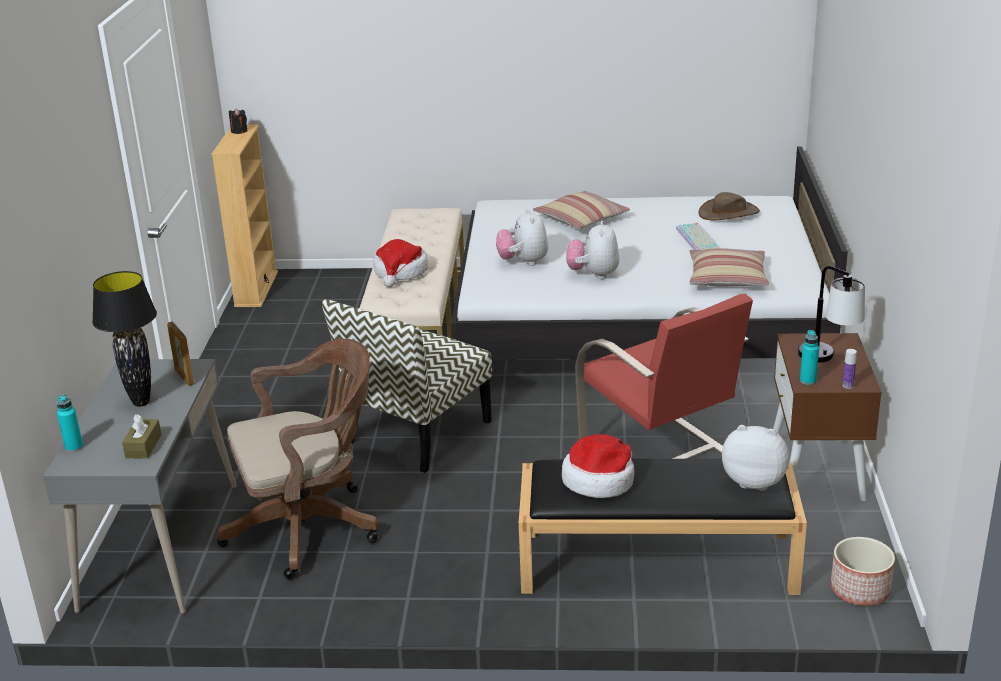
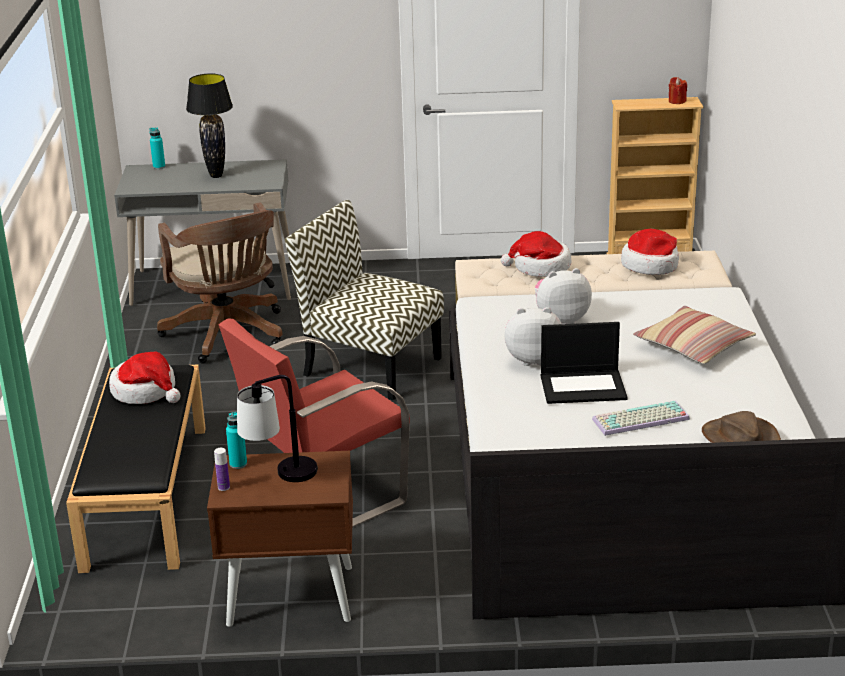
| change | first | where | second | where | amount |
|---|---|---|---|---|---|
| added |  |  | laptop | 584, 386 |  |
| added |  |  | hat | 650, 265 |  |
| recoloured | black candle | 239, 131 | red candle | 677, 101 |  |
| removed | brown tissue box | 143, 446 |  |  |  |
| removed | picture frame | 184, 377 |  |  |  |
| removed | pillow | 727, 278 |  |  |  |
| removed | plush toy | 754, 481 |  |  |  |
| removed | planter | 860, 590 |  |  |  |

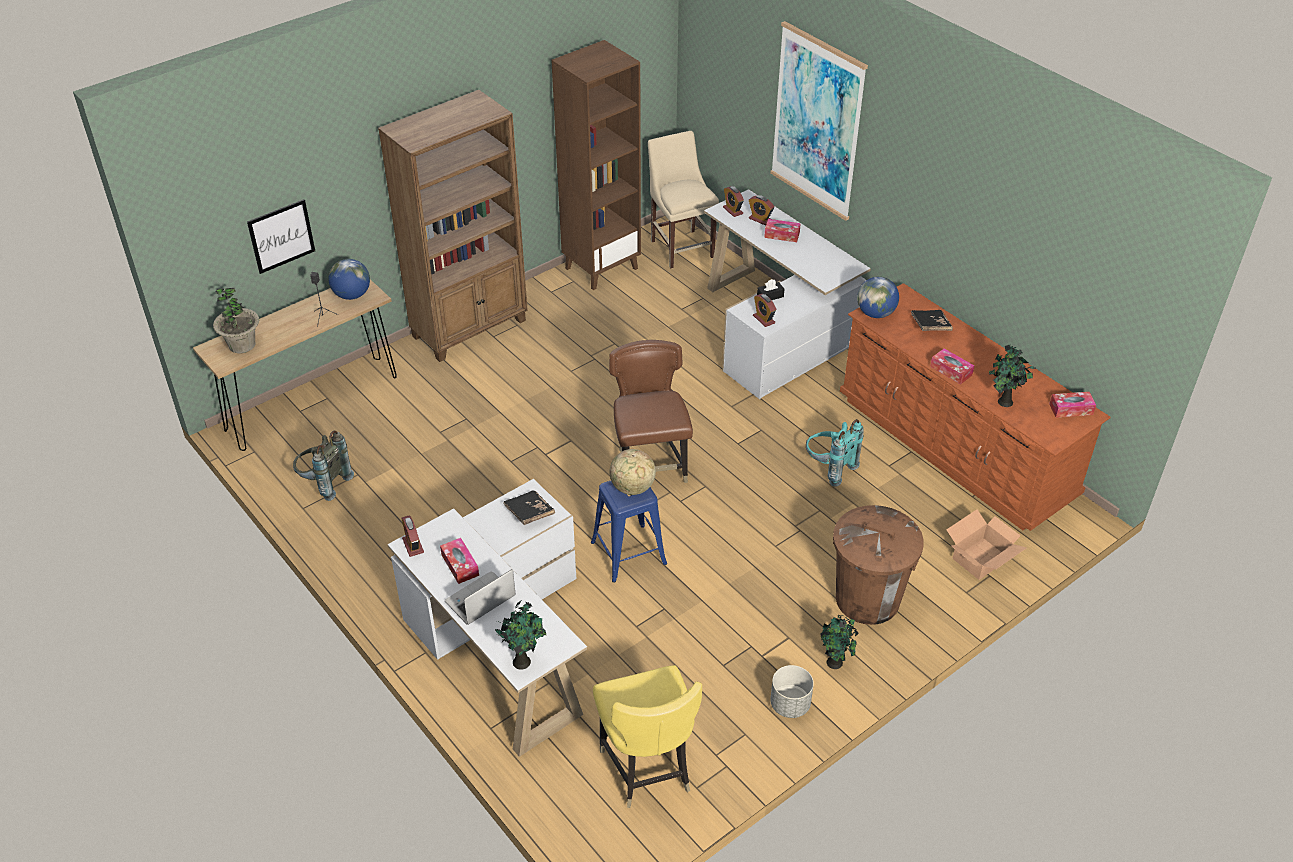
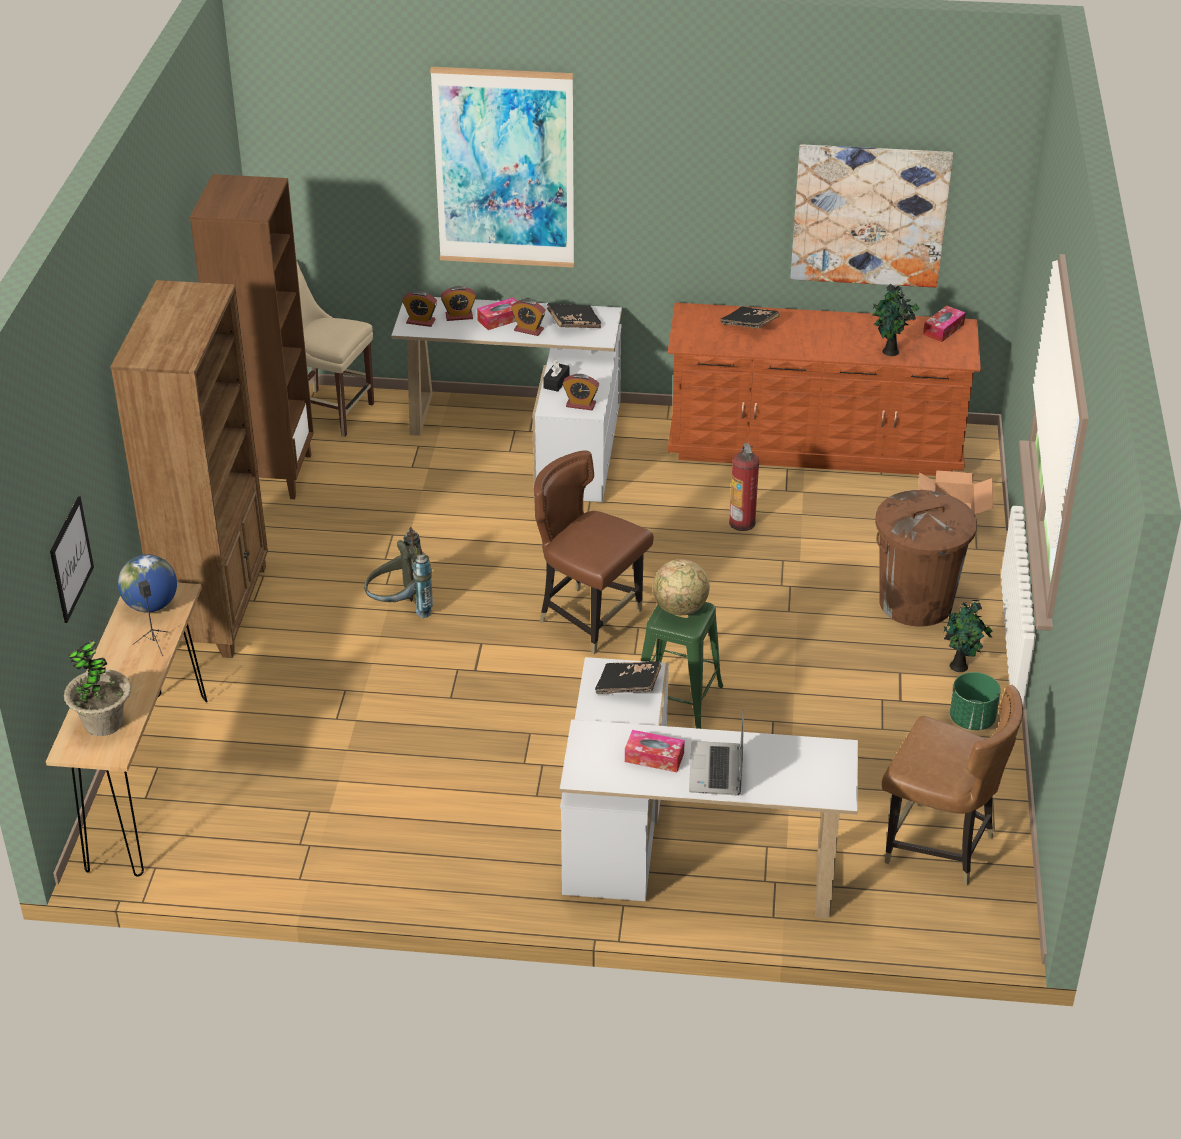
| change | first | where | second | where | amount |
|---|---|---|---|---|---|
| moved | grey backpack | 324, 483 |  | 400, 608 |  |
| moved | alarm clock | 413, 545 |  | 528, 330 |  |
| added |  |  | black book | 574, 324 |  |
| recoloured | blue stool | 628, 553 | green stool | 677, 699 |  |
| replaced | turquoise backpack | 829, 468 | fire extinguisher | 742, 523 |  |
| added |  |  | picture | 869, 215 |  |
| recoloured | yellow chair | 647, 768 | brown chair | 939, 846 |  |
| recoloured | grey planter | 789, 704 | green planter | 971, 720 |  |
| removed | potted plant | 523, 661 |  |  |  |
| removed | globe | 875, 313 |  |  |  |
| removed | tissue box | 951, 371 |  |  |  |

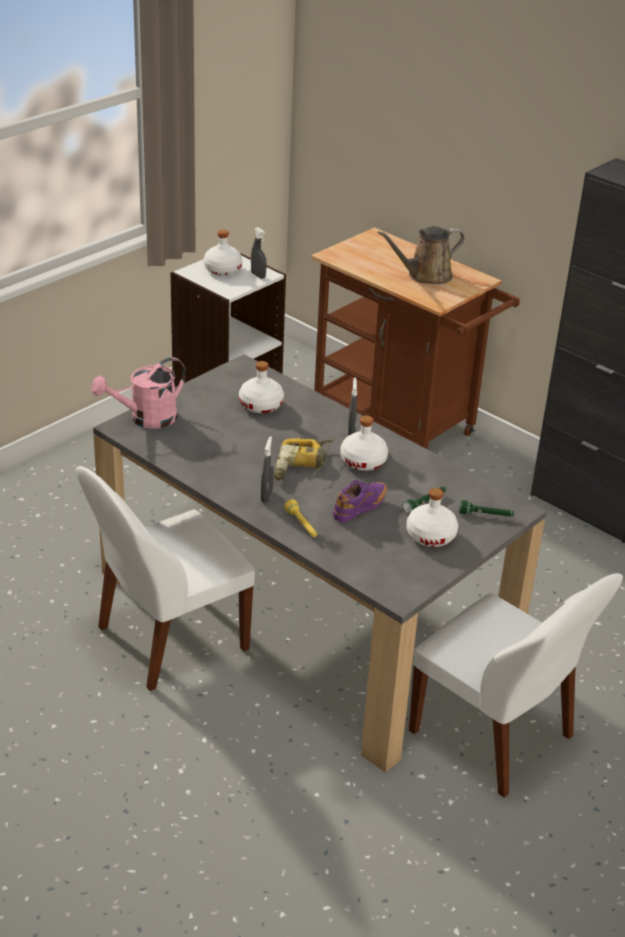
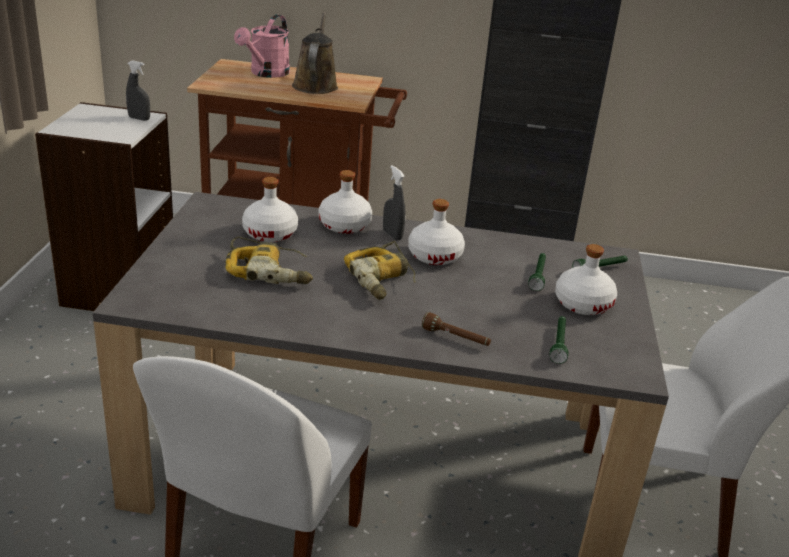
| change | first | where | second | where | amount |
|---|---|---|---|---|---|
| added |  |  | power drill | 270, 271 |  |
| moved | pink watering can | 146, 419 |  | 266, 73 |  |
| turned | brown watering can | 425, 276 |  | 315, 85 | 150 degrees clockwise |
| moved | white bottle | 222, 269 |  | 344, 225 |  |
| recoloured | yellow flashlight | 301, 525 | brown flashlight | 456, 338 |  |
| added |  |  | green flashlight | 559, 344 |  |
| removed | grey spray bottle | 266, 496 |  |  |  |
| removed | purple shoe | 360, 509 |  |  |  |

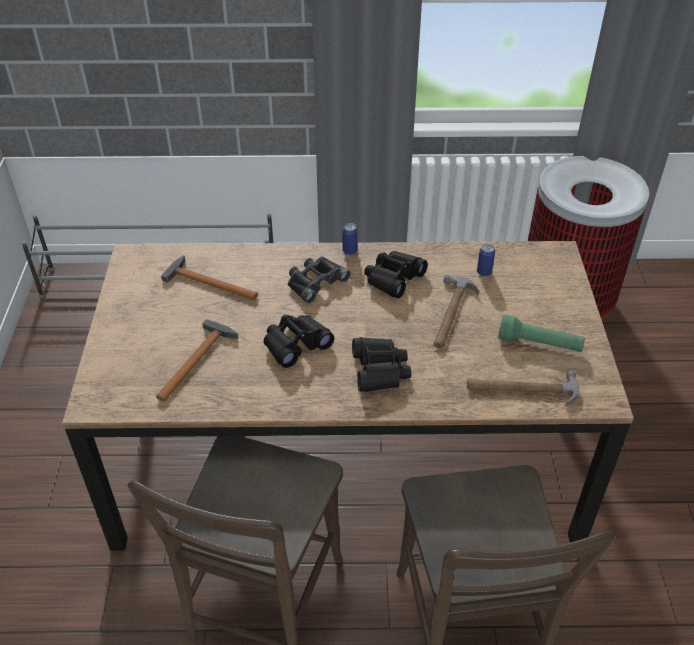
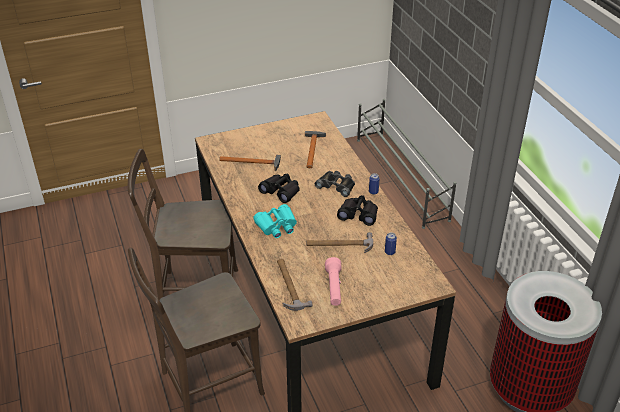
| change | first | where | second | where | amount |
|---|---|---|---|---|---|
| recoloured | black binoculars | 379, 370 | turquoise binoculars | 277, 226 |  |
| recoloured | green flashlight | 539, 344 | pink flashlight | 334, 288 |  |

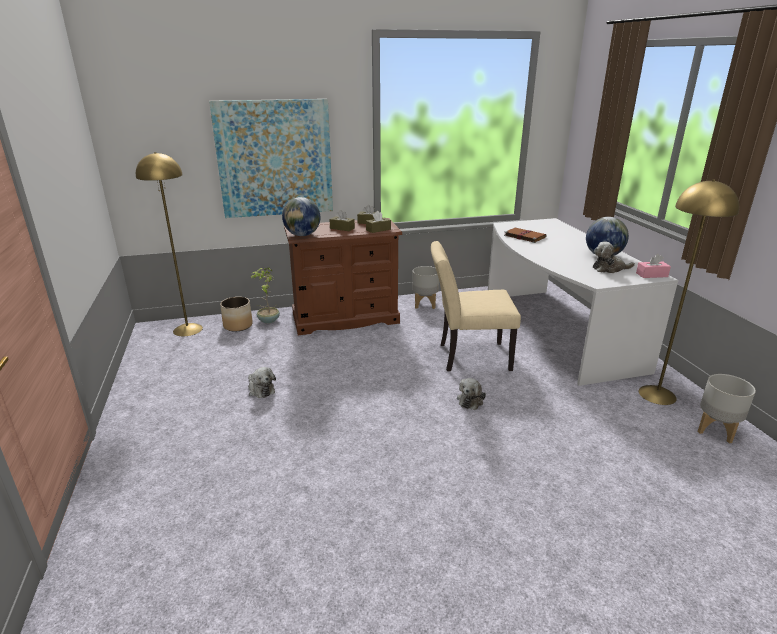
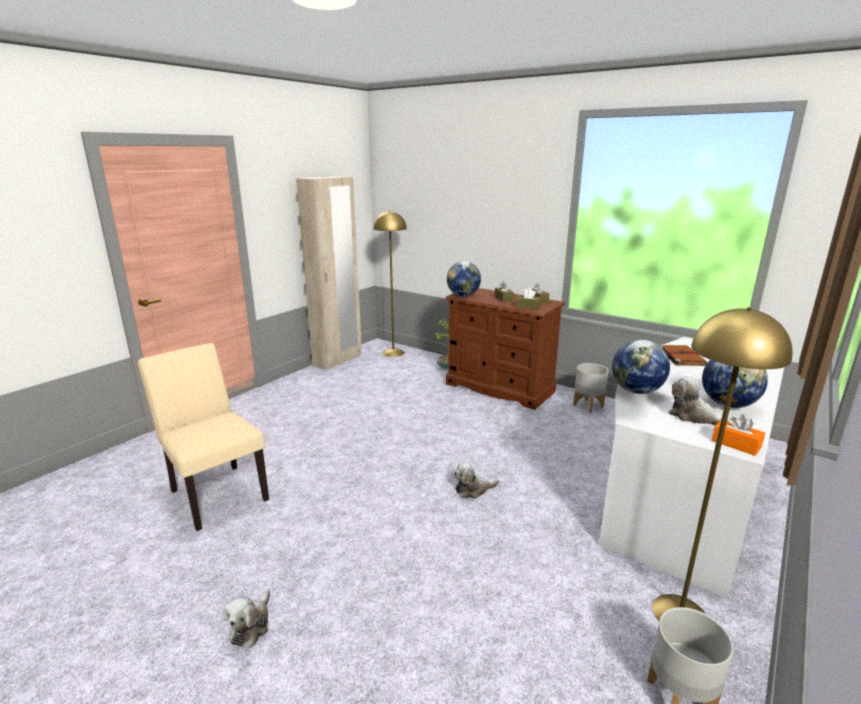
| change | first | where | second | where | amount |
|---|---|---|---|---|---|
| moved | beige chair | 468, 357 |  | 216, 491 |  |
| moved | plush toy | 260, 389 |  | 251, 625 |  |
| added |  |  | beige wardrobe | 338, 360 |  |
| added |  |  | globe | 636, 391 |  |
| recoloured | pink tissue box | 651, 275 | orange tissue box | 736, 444 |  |
| removed | picture | 275, 159 |  |  |  |
| removed | planter | 238, 325 |  |  |  |

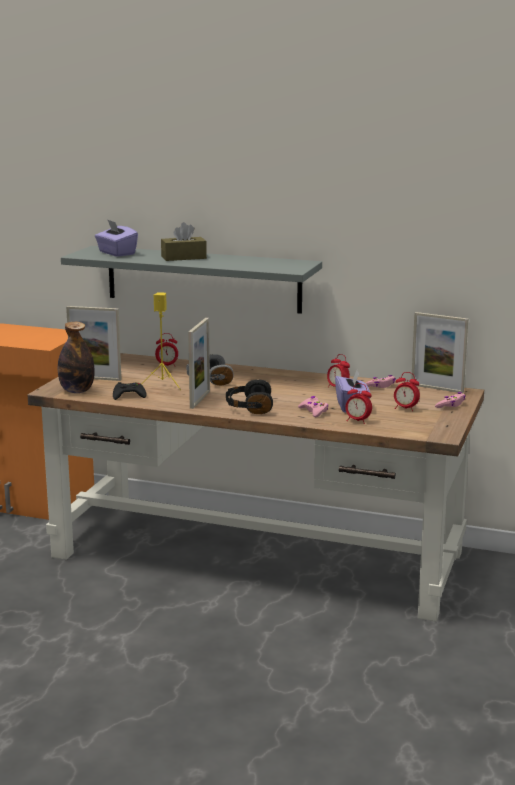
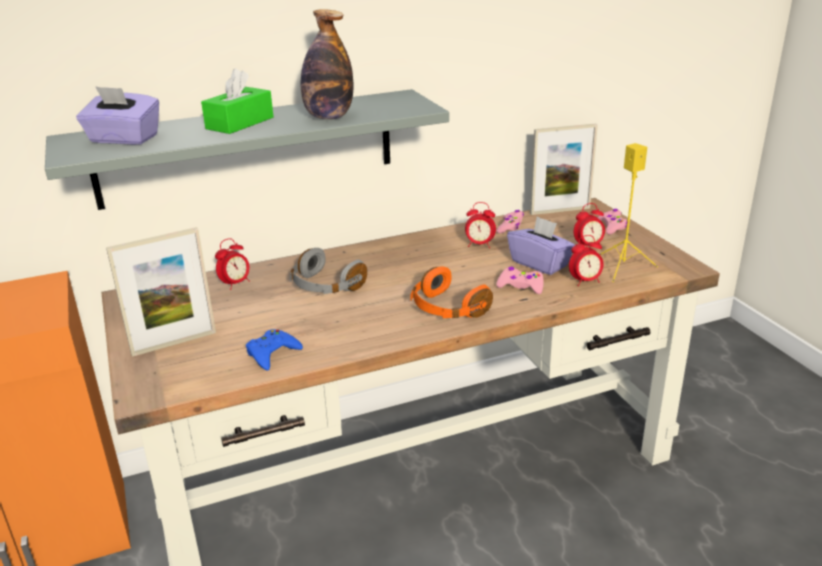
| change | first | where | second | where | amount |
|---|---|---|---|---|---|
| recoloured | brown tissue box | 183, 257 | green tissue box | 240, 123 |  |
| recoloured | black game controller | 129, 395 | blue game controller | 272, 353 |  |
| moved | bottle | 77, 391 |  | 328, 117 |  |
| recoloured | black headphones | 248, 407 | orange headphones | 447, 309 |  |
| moved | yellow speaker | 163, 384 |  | 623, 267 |  |
| removed | picture frame | 200, 399 |  |  |  |

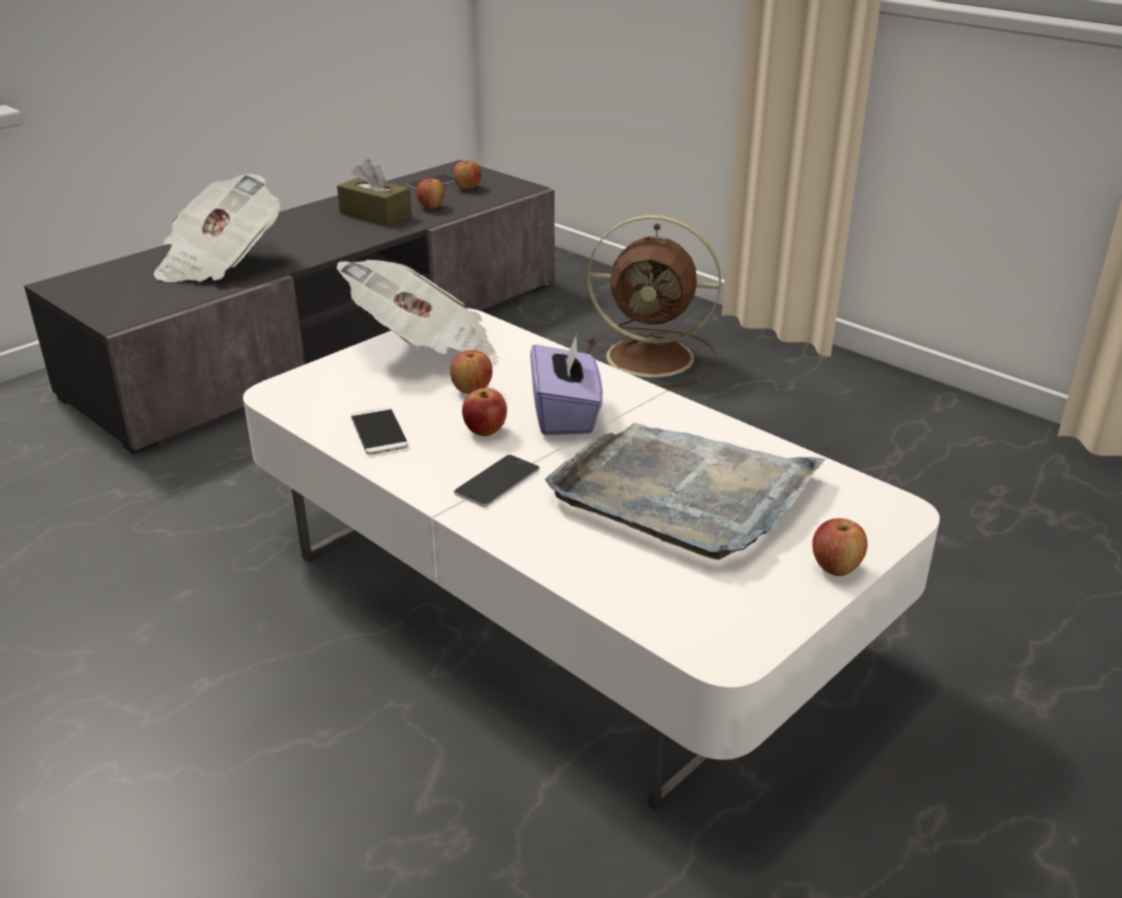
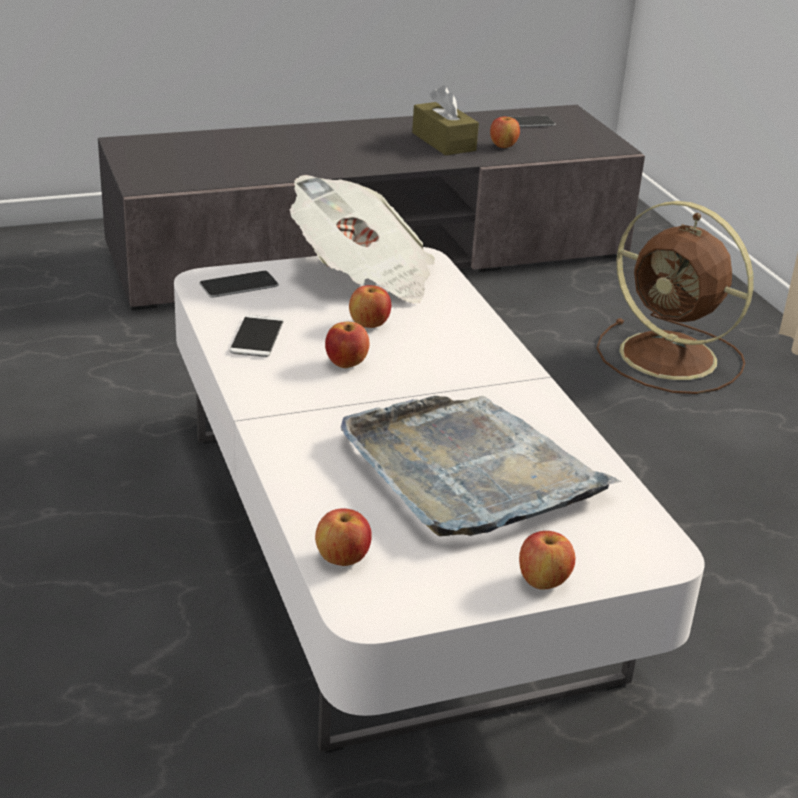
| change | first | where | second | where | amount |
|---|---|---|---|---|---|
| moved | phone | 497, 481 |  | 239, 285 |  |
| moved | apple | 467, 188 |  | 342, 558 |  |
| removed | newspaper | 219, 263 |  |  |  |
| removed | purple tissue box | 565, 415 |  |  |  |

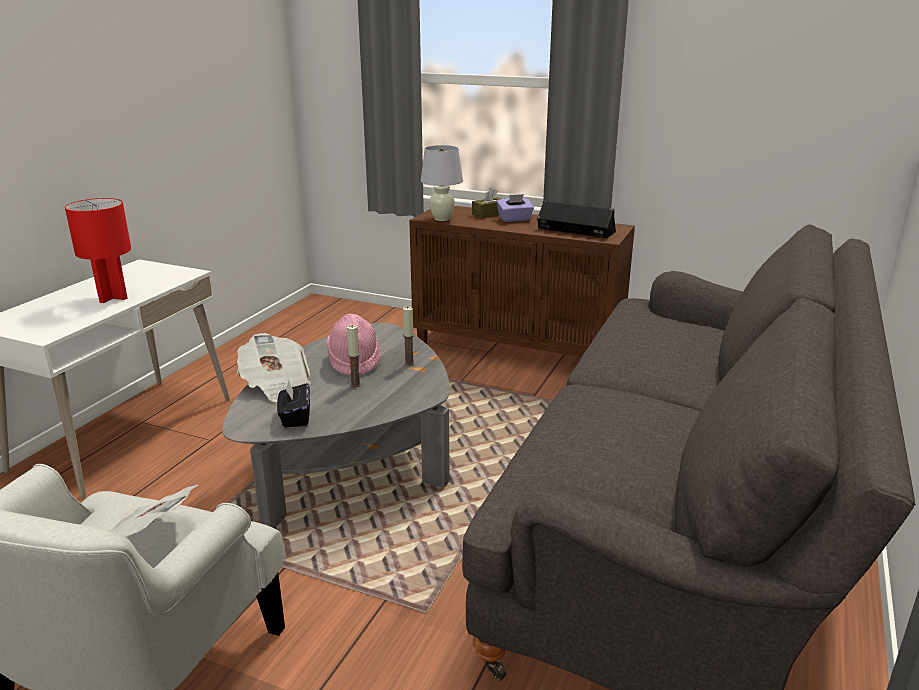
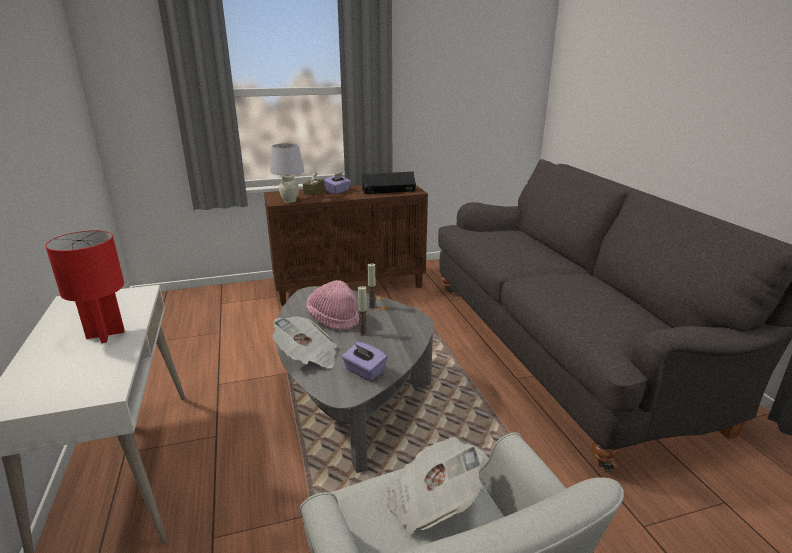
| change | first | where | second | where | amount |
|---|---|---|---|---|---|
| recoloured | black tissue box | 295, 417 | purple tissue box | 364, 371 |  |

